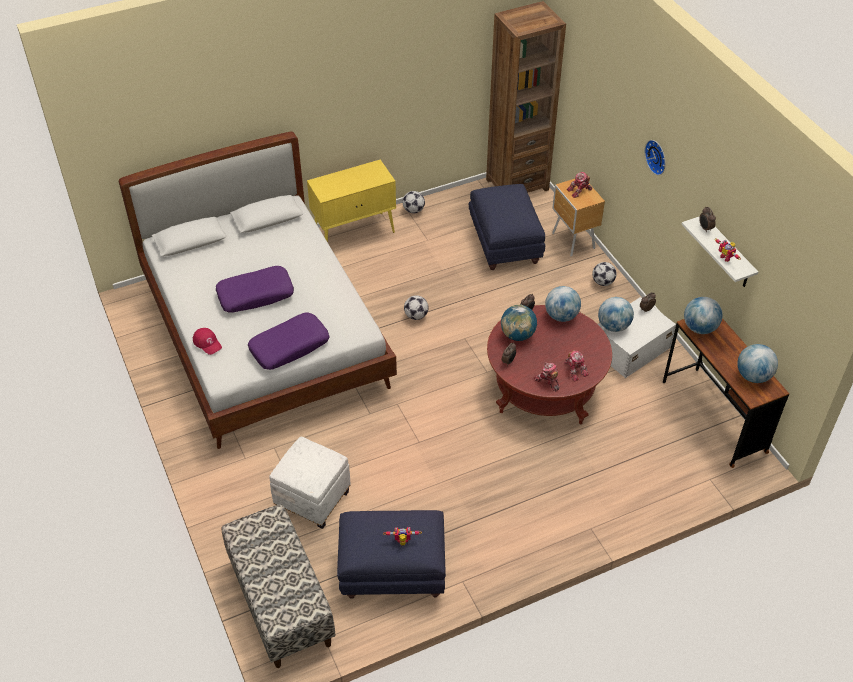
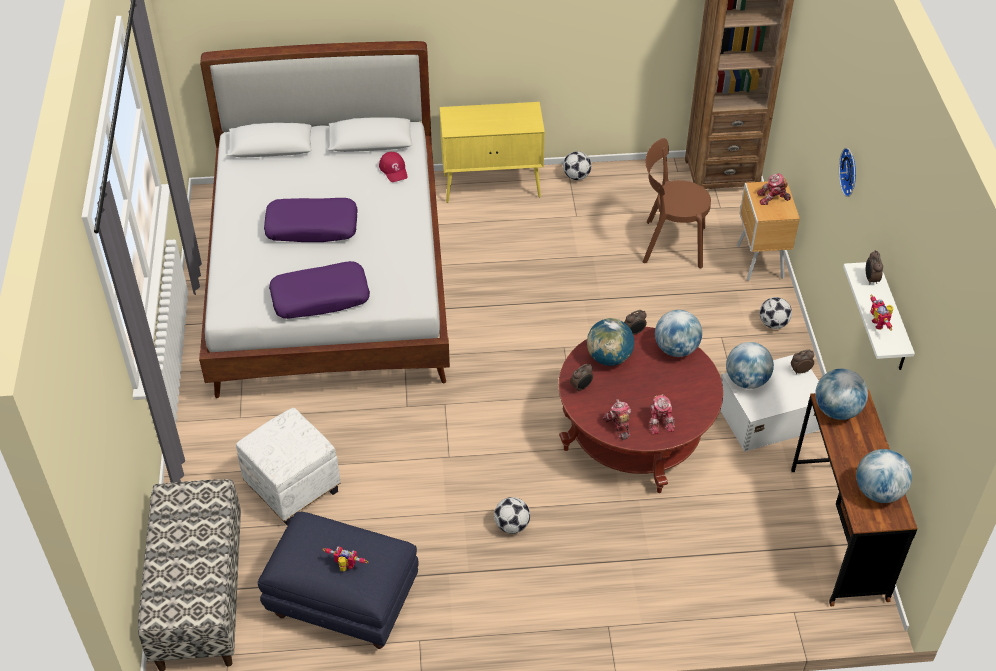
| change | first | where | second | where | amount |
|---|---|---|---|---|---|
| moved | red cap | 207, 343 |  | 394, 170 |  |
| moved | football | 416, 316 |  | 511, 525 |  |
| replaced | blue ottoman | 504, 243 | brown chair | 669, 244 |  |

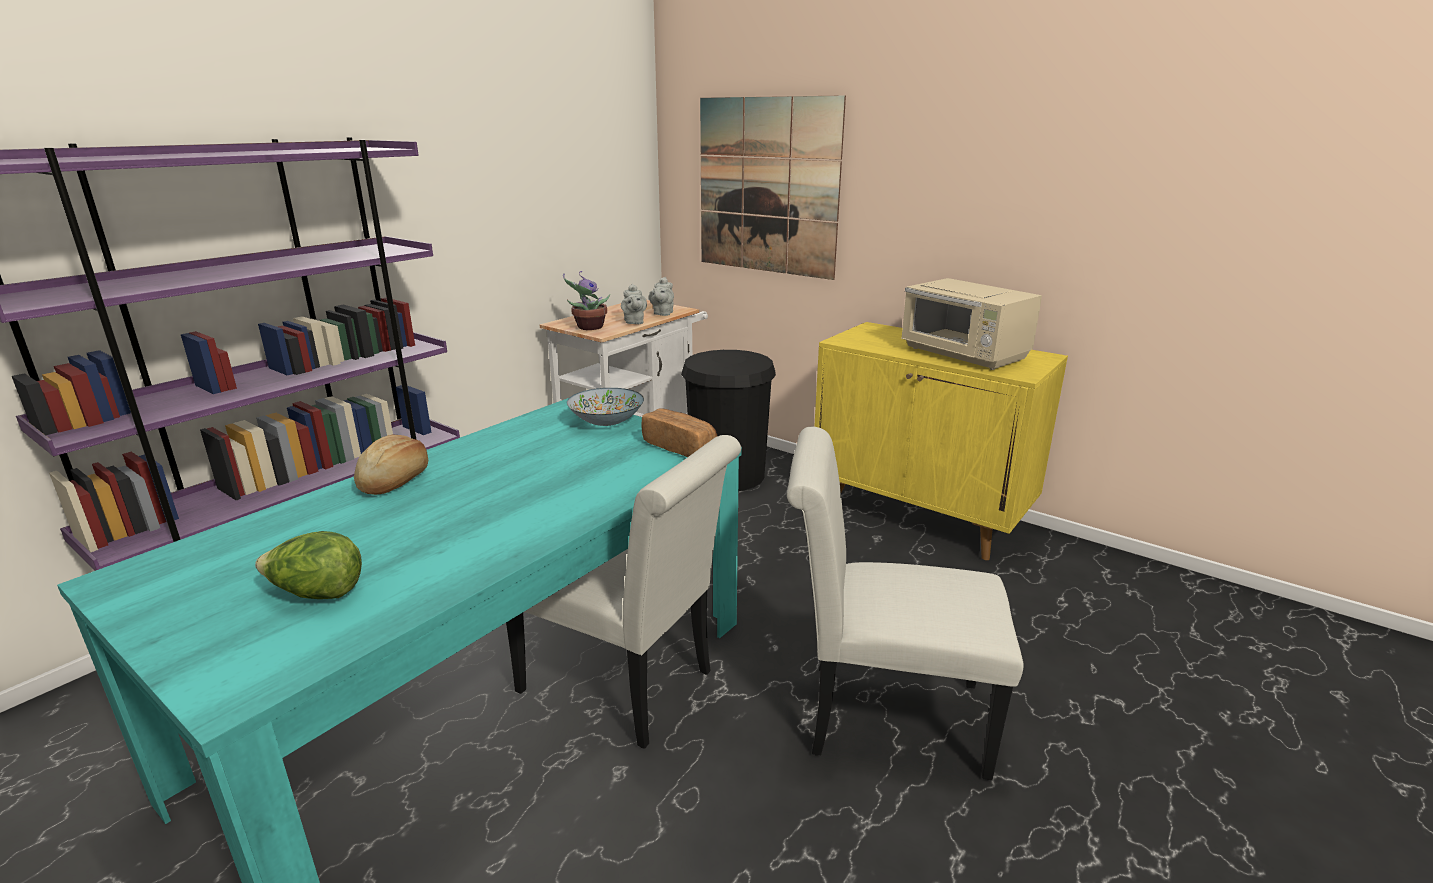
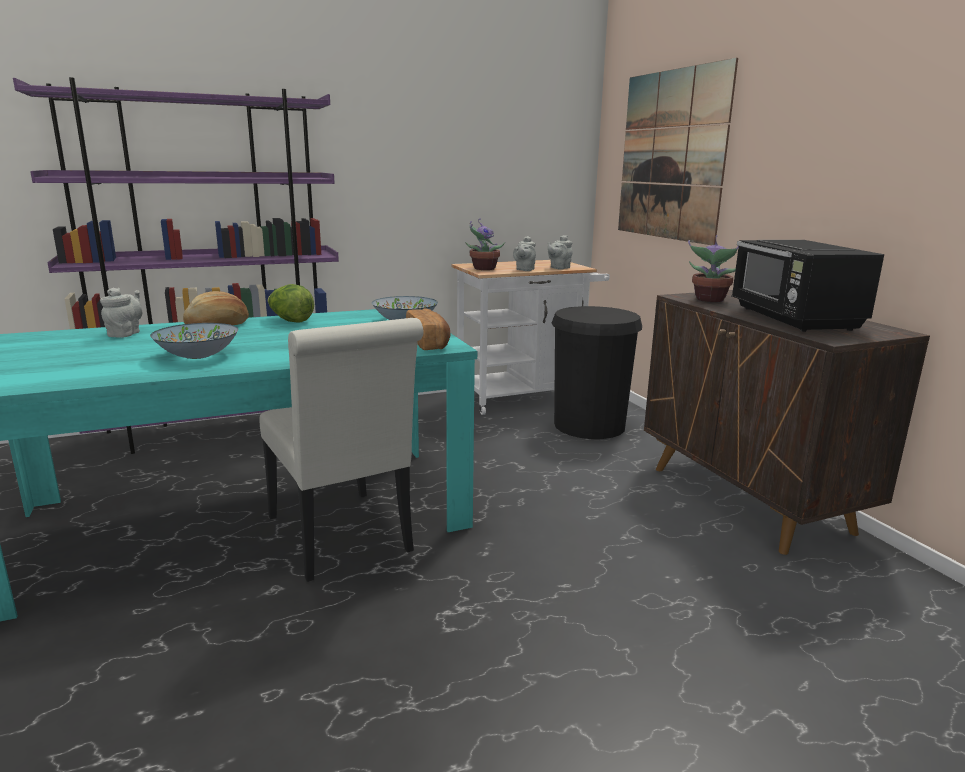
| change | first | where | second | where | amount |
|---|---|---|---|---|---|
| added |  |  | grey teapot | 126, 334 |  |
| added |  |  | bowl | 198, 356 |  |
| moved | lettuce | 317, 594 |  | 290, 321 |  |
| recoloured | yellow cabinet | 921, 516 | brown cabinet | 749, 499 |  |
| added |  |  | potted plant | 709, 300 |  |
| recoloured | beige microwave | 964, 355 | black microwave | 793, 319 |  |
| removed | white chair | 881, 716 |  |  |  |

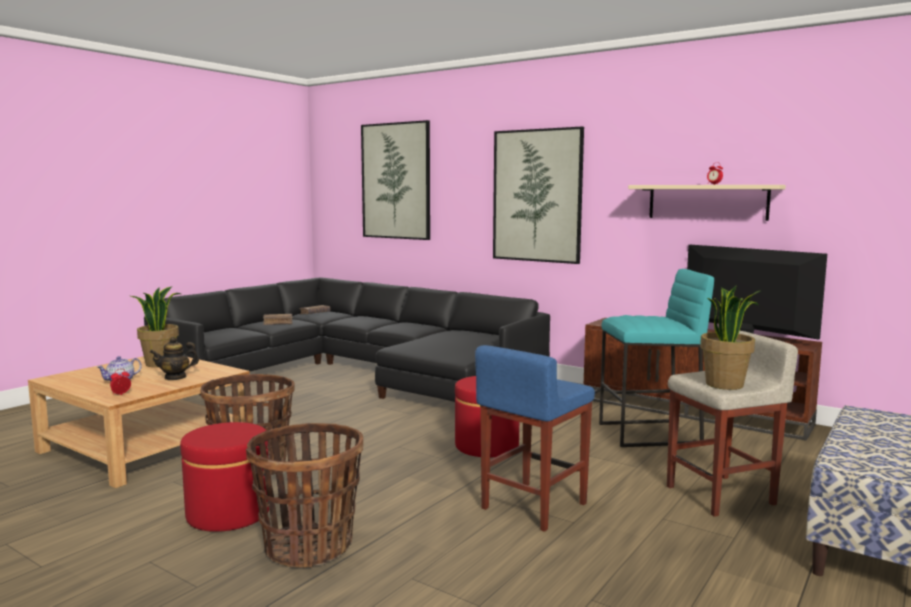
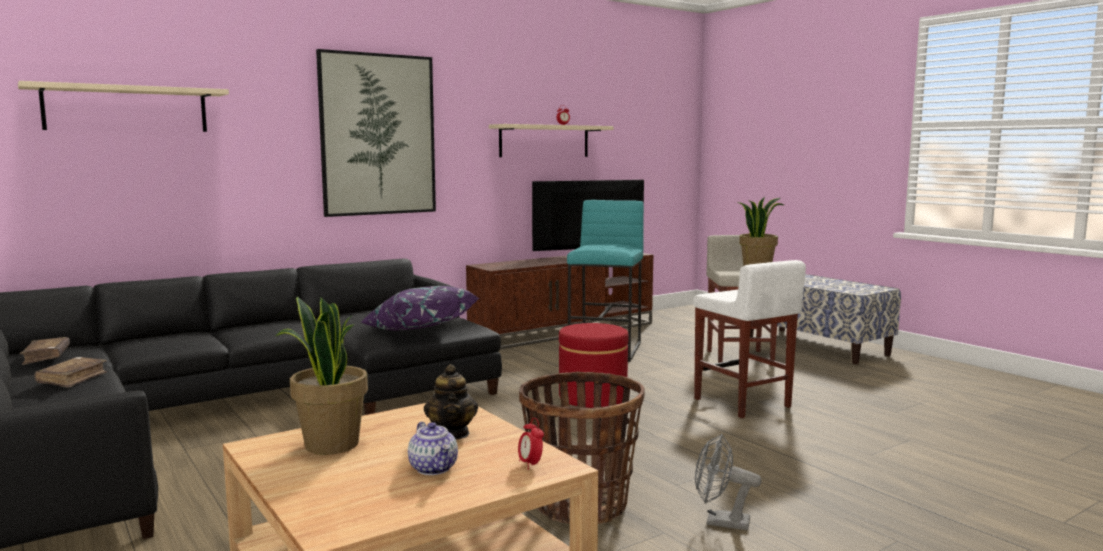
| change | first | where | second | where | amount |
|---|---|---|---|---|---|
| replaced | picture | 396, 181 | beige shelf | 127, 109 |  |
| added |  |  | purple pillow | 418, 330 |  |
| recoloured | blue stool | 533, 506 | white stool | 742, 403 |  |
| replaced | red ottoman | 228, 513 | grey fan | 720, 522 |  |
| removed | basket | 309, 546 |  |  |  |

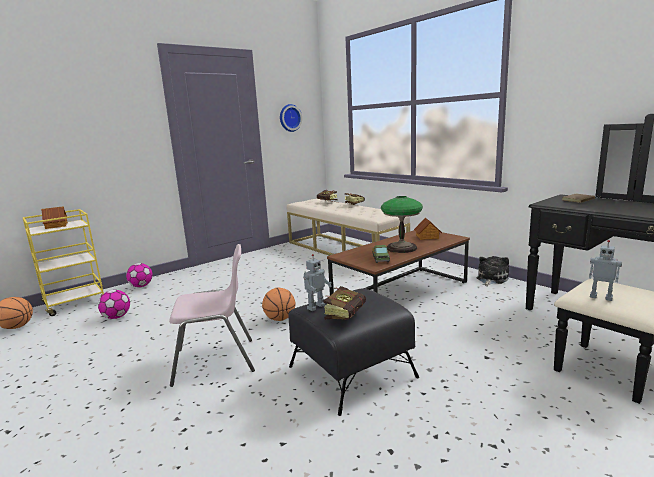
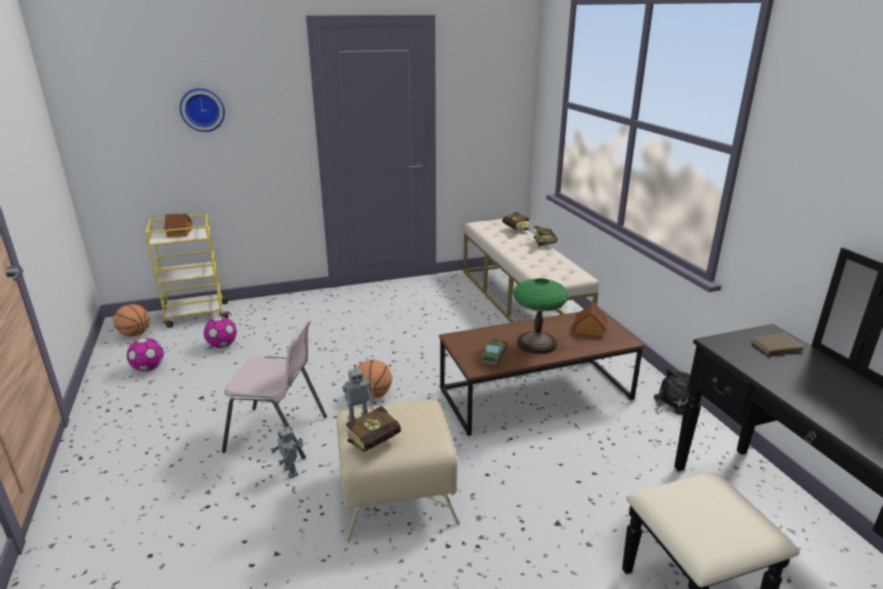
| change | first | where | second | where | amount |
|---|---|---|---|---|---|
| moved | football | 141, 286 |  | 148, 368 |  |
| moved | wall clock | 289, 118 |  | 202, 109 |  |
| moved | toy robot | 601, 297 |  | 292, 471 |  |
| recoloured | black ottoman | 352, 371 | beige ottoman | 397, 492 |  |

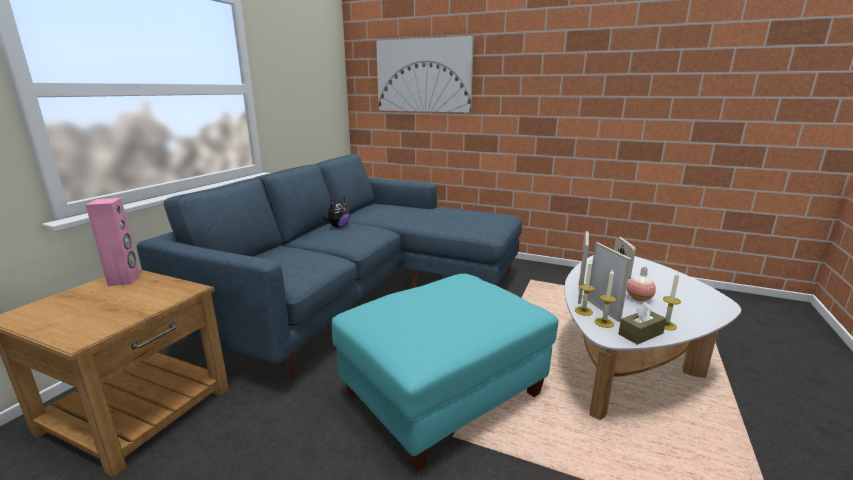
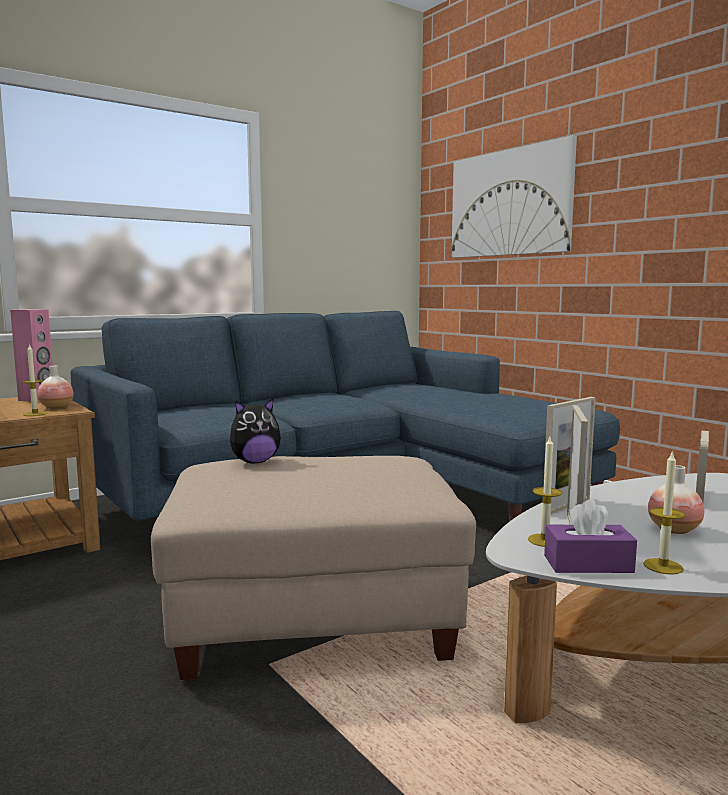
| change | first | where | second | where | amount |
|---|---|---|---|---|---|
| moved | candle | 583, 311 |  | 35, 414 |  |
| added |  |  | vase | 56, 407 |  |
| recoloured | turquoise ottoman | 443, 394 | beige ottoman | 314, 620 |  |
| moved | plush toy | 338, 226 |  | 255, 462 |  |
| recoloured | brown tissue box | 640, 334 | purple tissue box | 588, 564 |  |

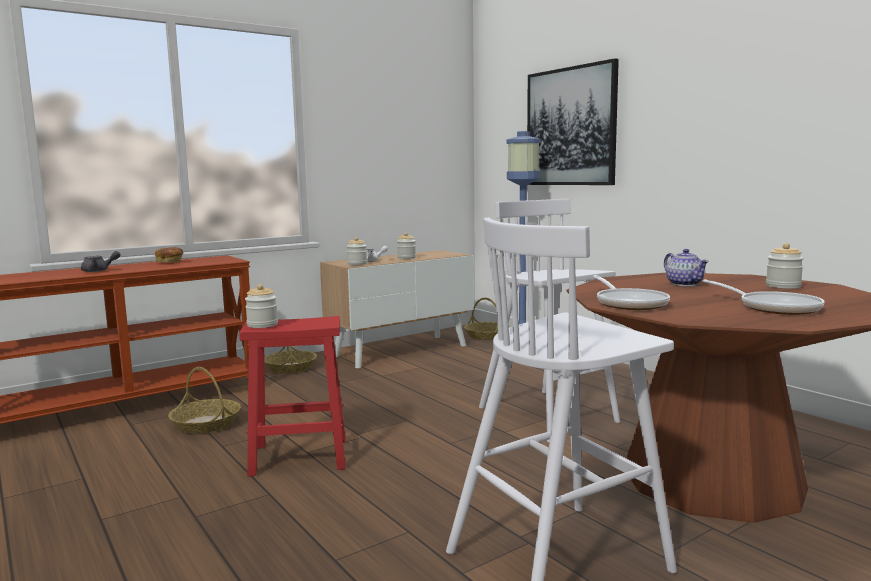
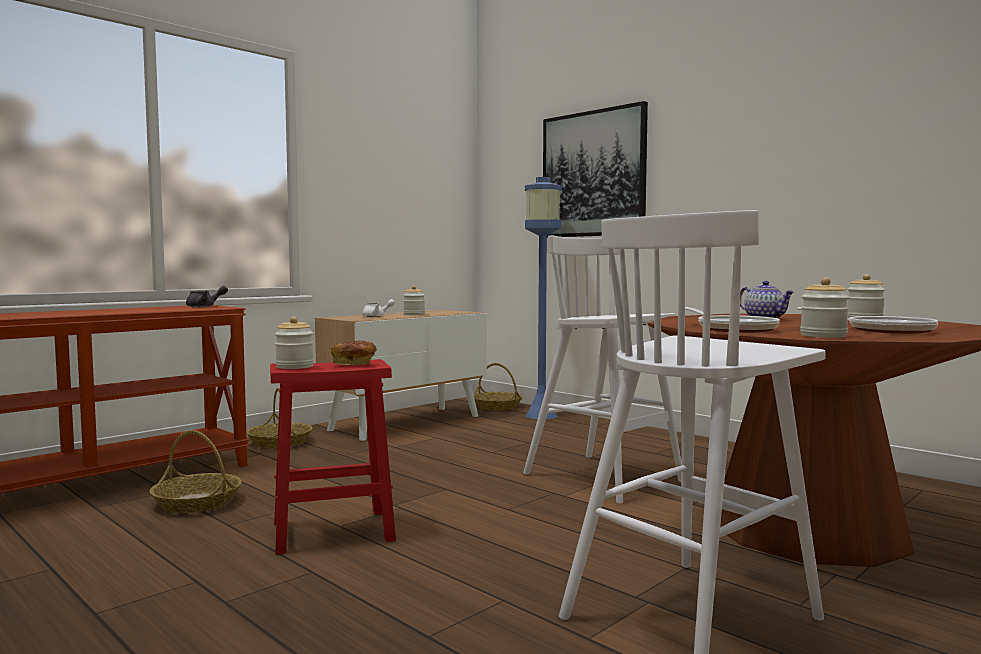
| change | first | where | second | where | amount |
|---|---|---|---|---|---|
| moved | grey teapot | 99, 271 |  | 205, 306 |  |
| moved | bread | 170, 262 |  | 354, 364 |  |
| moved | jar | 357, 264 |  | 823, 336 |  |

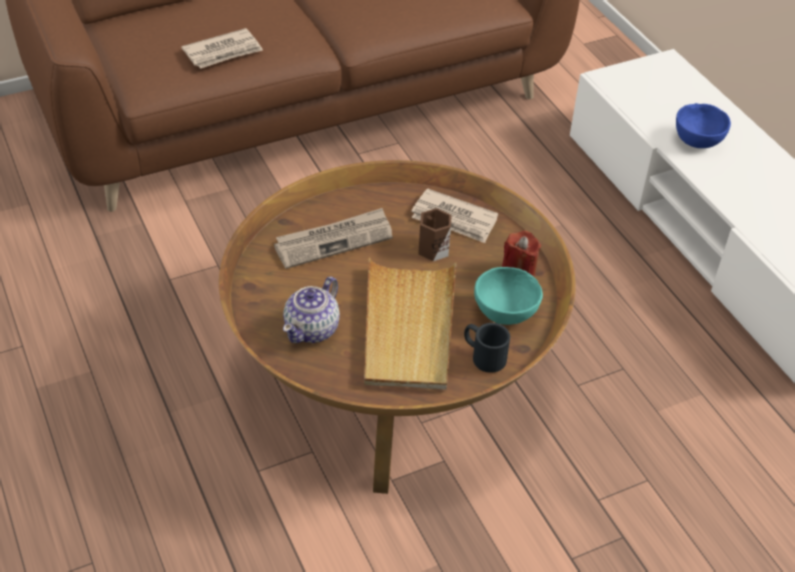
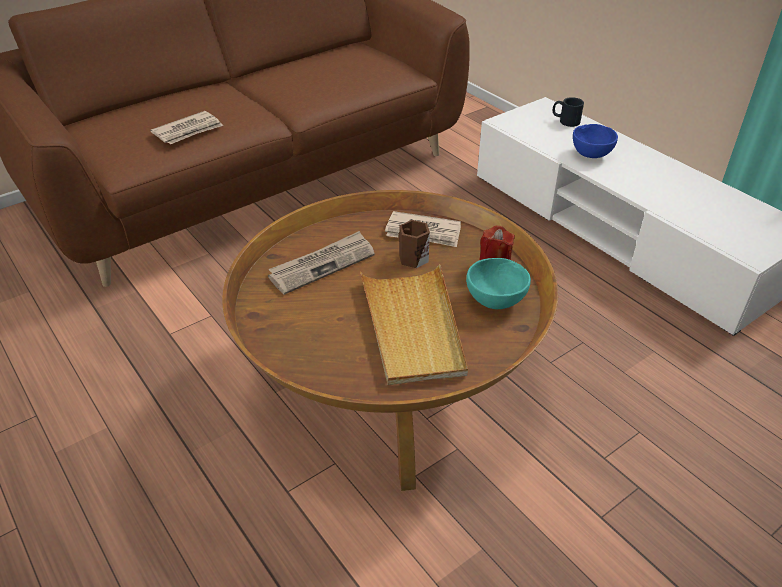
| change | first | where | second | where | amount |
|---|---|---|---|---|---|
| moved | black mug | 483, 355 |  | 565, 120 |  |
| removed | teapot | 313, 329 |  |  |  |

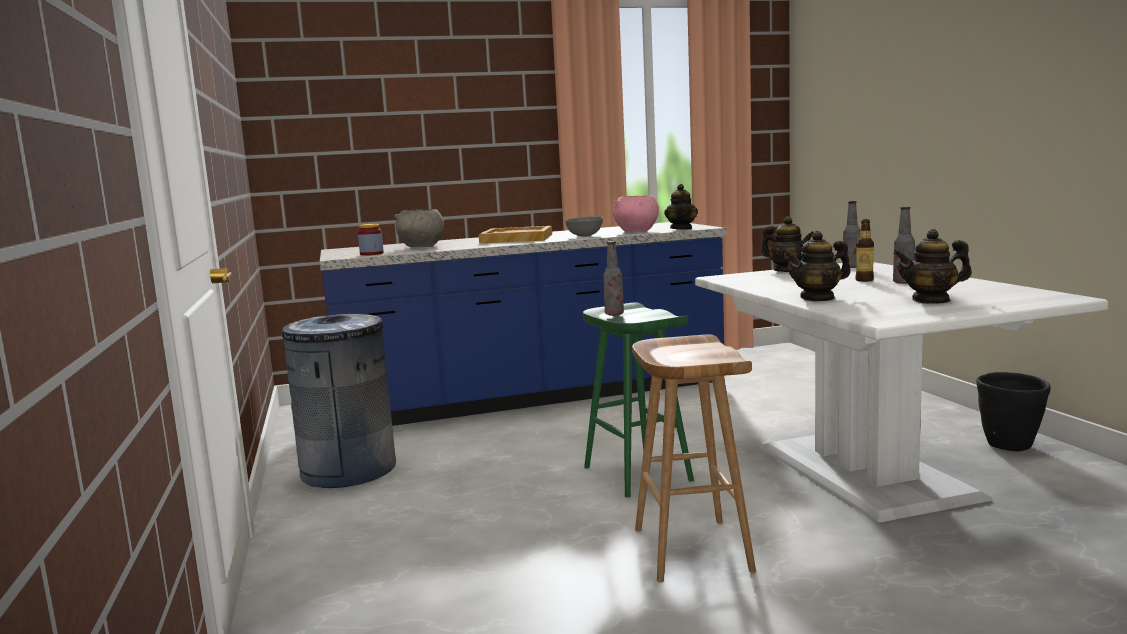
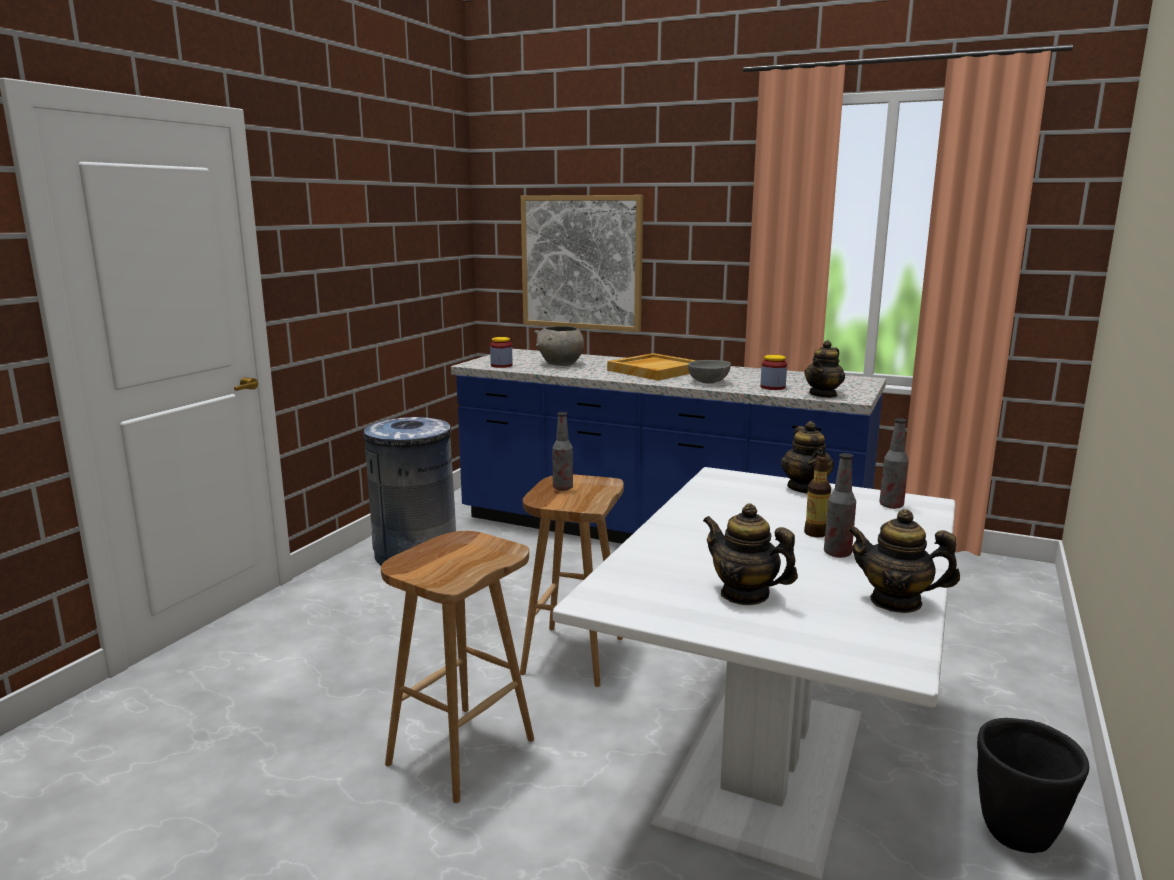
| change | first | where | second | where | amount |
|---|---|---|---|---|---|
| recoloured | green stool | 635, 473 | brown stool | 572, 654 |  |
| added |  |  | picture | 581, 262 |  |
| replaced | pink bowl | 637, 231 | jar | 772, 387 |  |
| moved | teapot | 817, 298 |  | 896, 602 |  |

